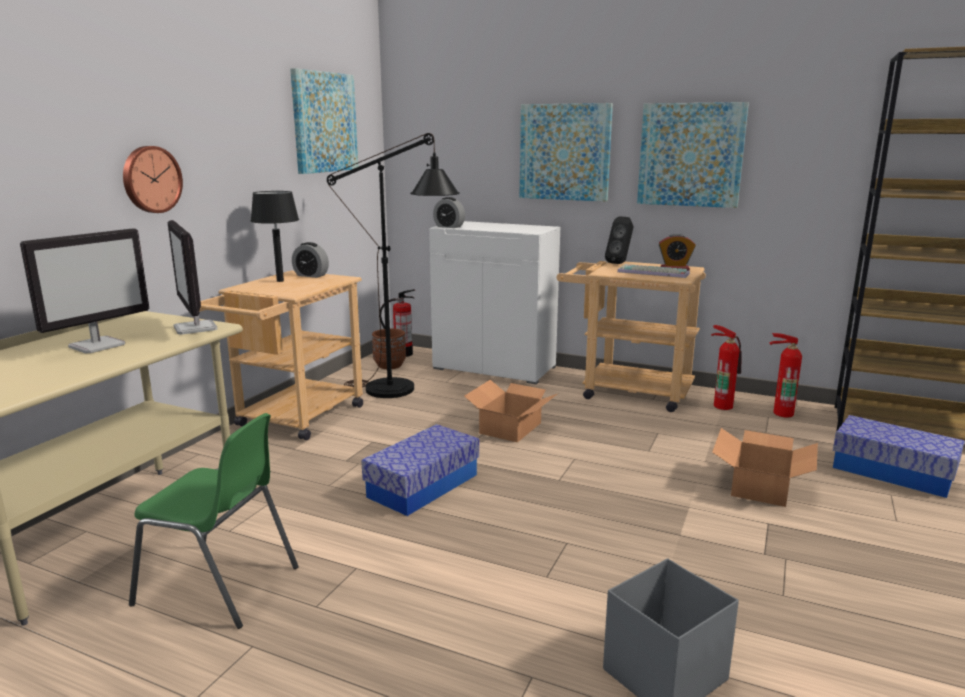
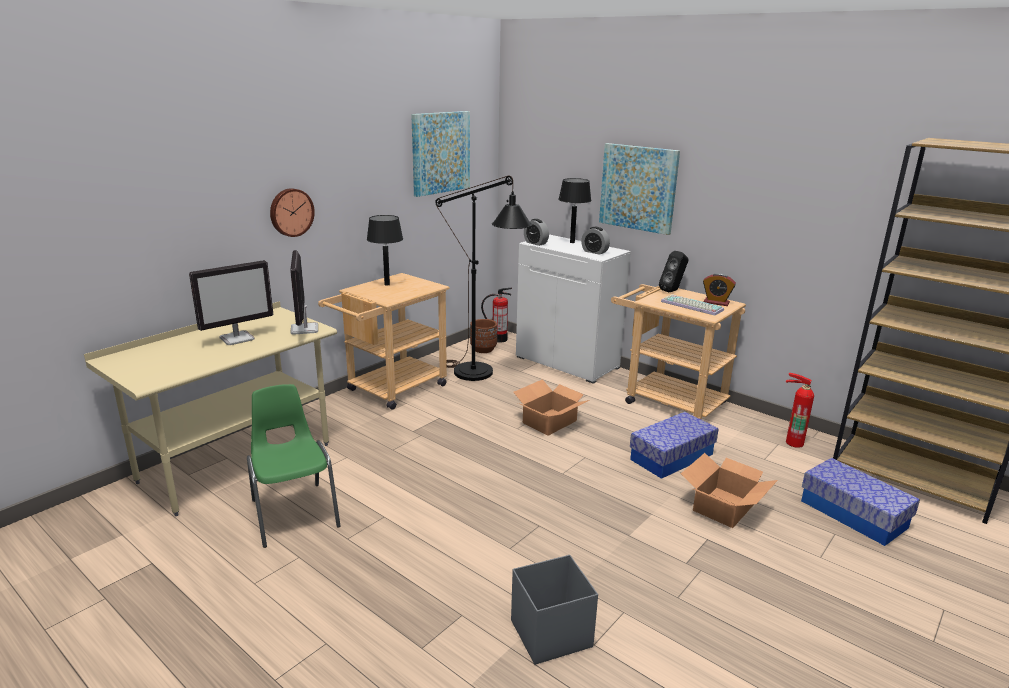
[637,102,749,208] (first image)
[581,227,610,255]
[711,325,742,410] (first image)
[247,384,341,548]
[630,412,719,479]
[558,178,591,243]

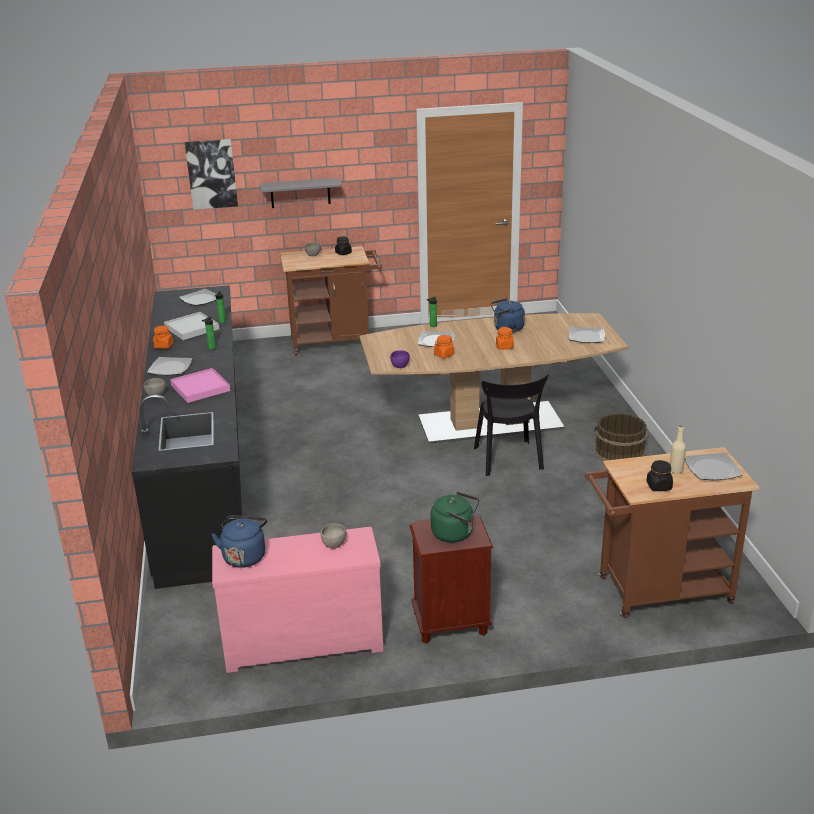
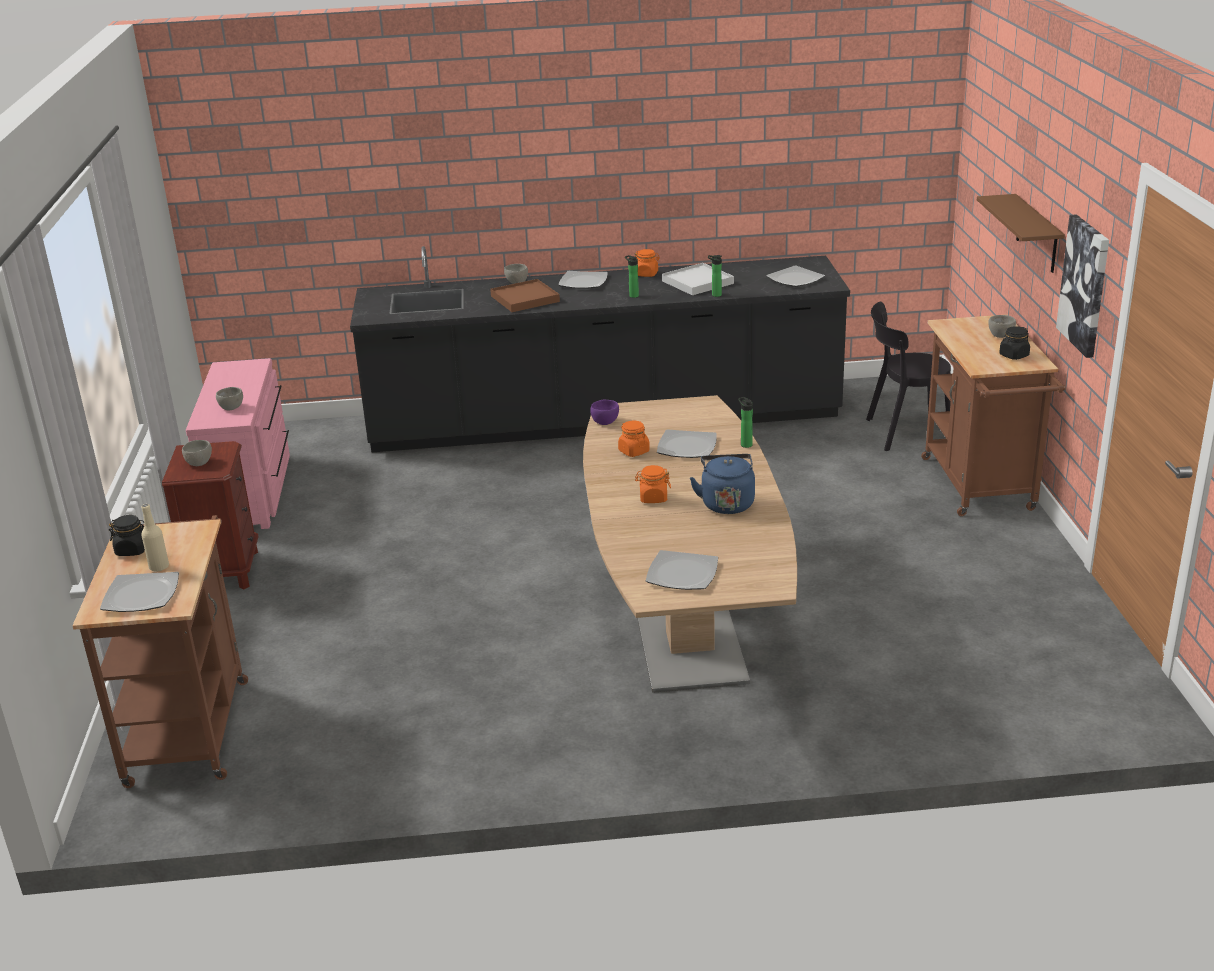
[1056,214,1109,358]
[977,194,1065,273]
[490,279,560,312]
[866,302,951,451]
[594,413,647,461] (first image)
[182,440,212,466]
[211,515,267,568] (first image)

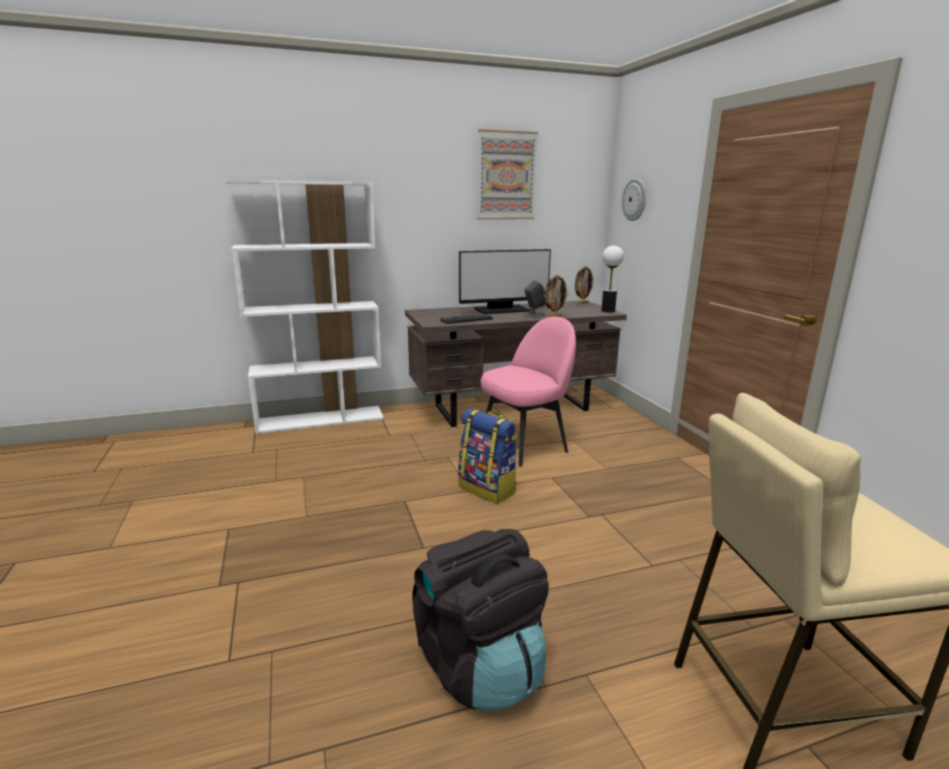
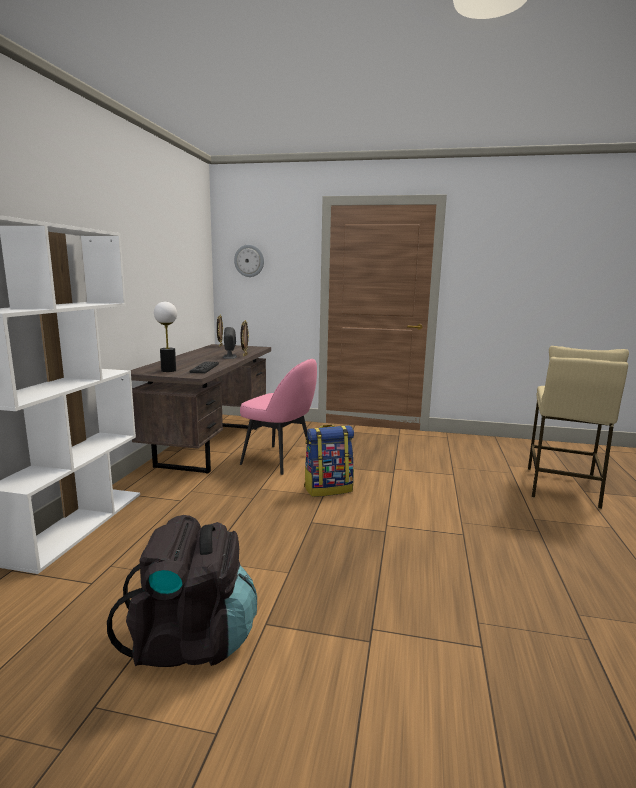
[477,129,538,220] (first image)
[154,301,177,372]
[459,249,551,314] (first image)
[240,359,317,475]
[107,515,257,667]

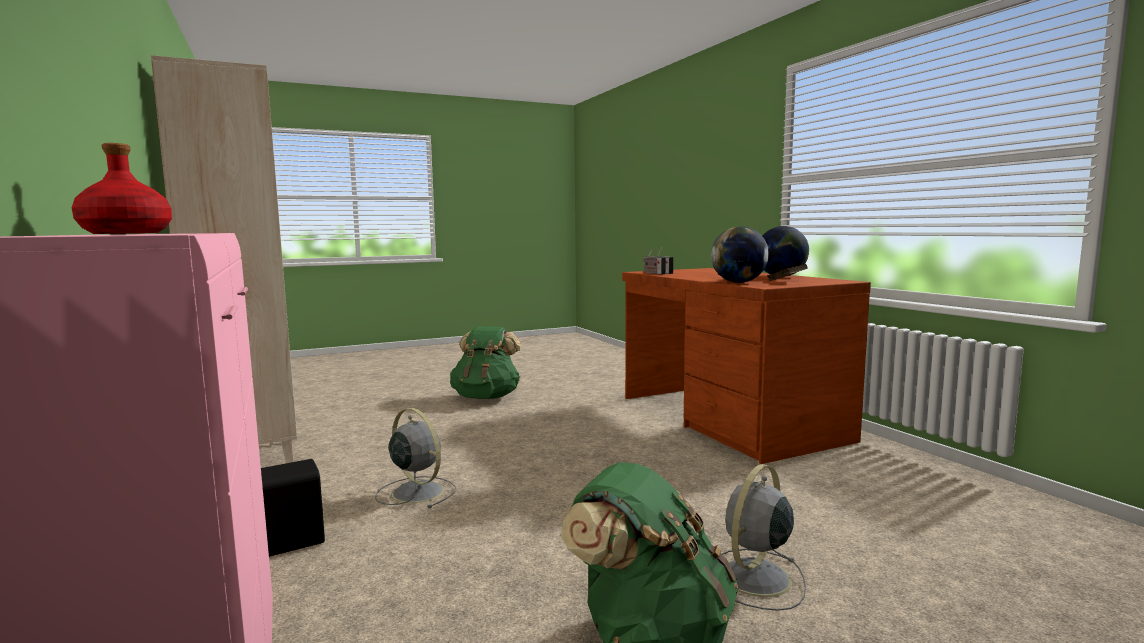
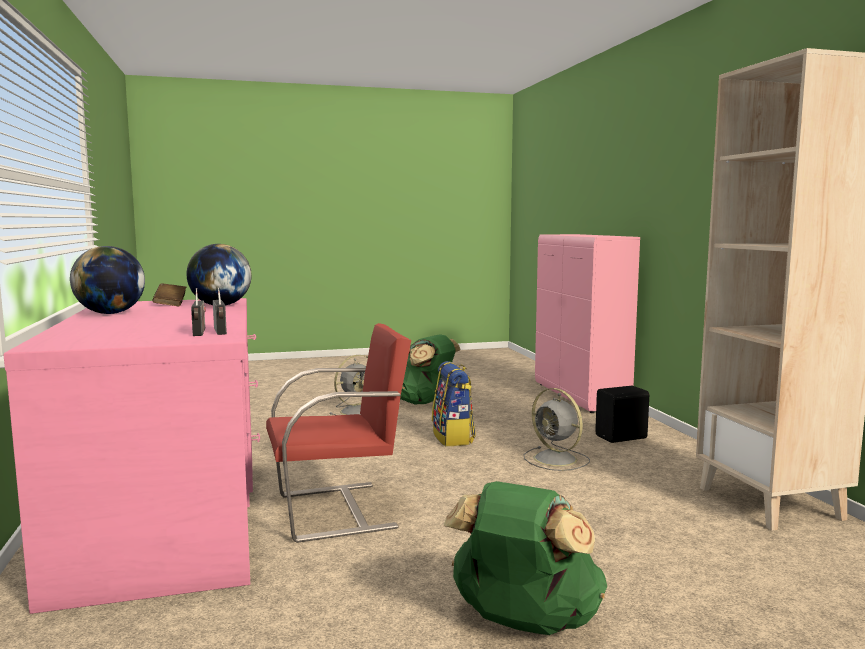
[72,143,172,234] (first image)
[3,298,260,614]
[266,323,411,543]
[432,361,476,446]

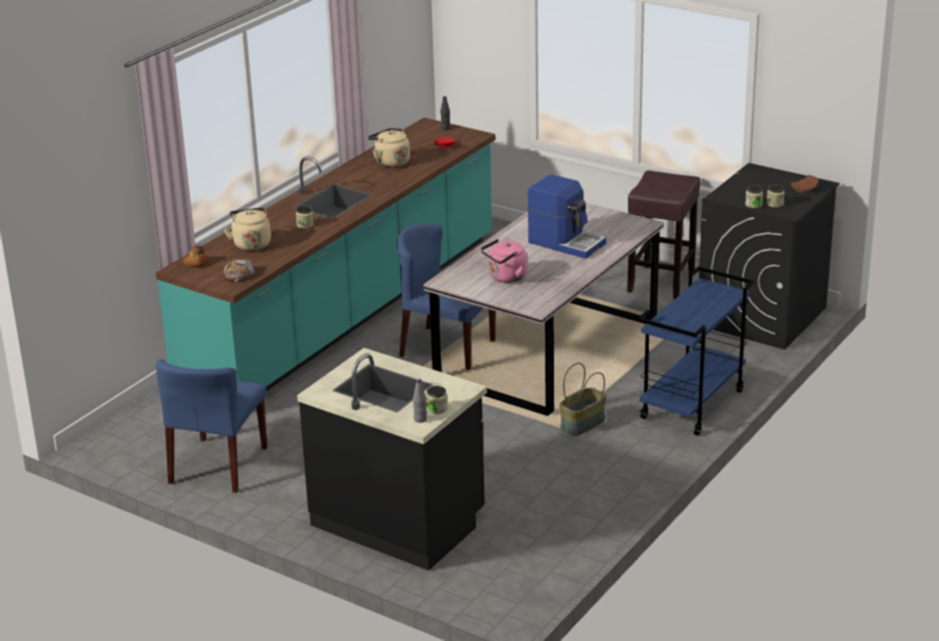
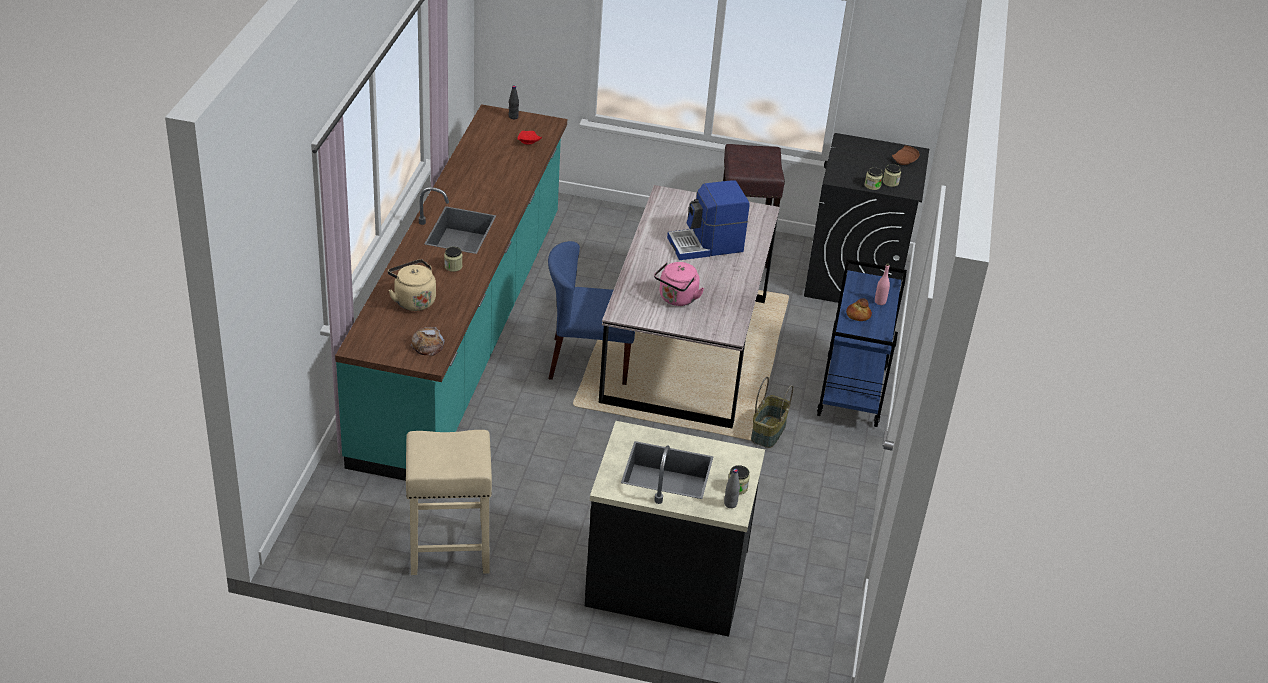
[368,128,410,167] (first image)
[667,180,749,260]
[846,298,872,321]
[406,430,492,575]
[875,263,890,305]

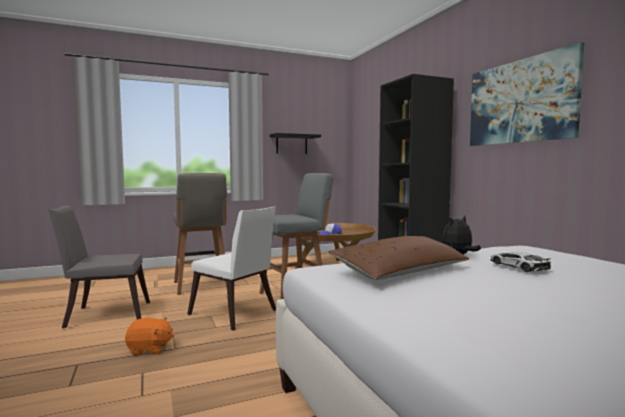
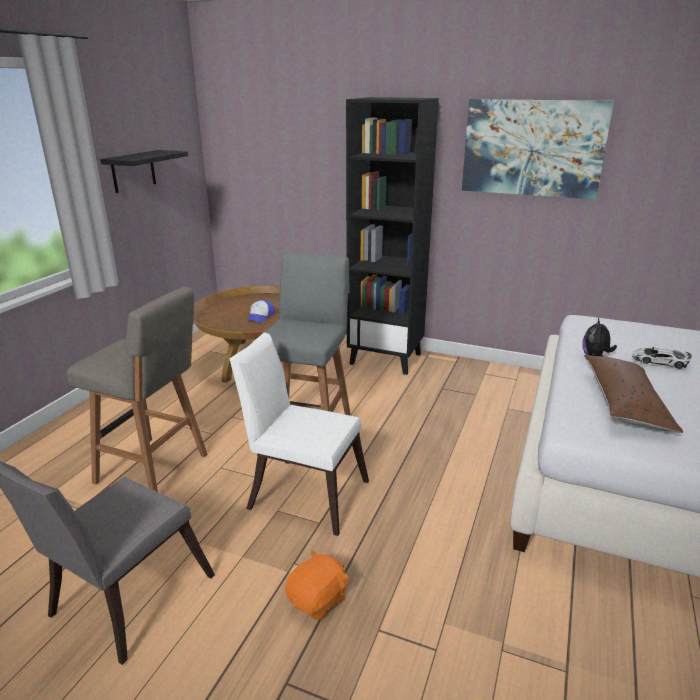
[229,332,369,536]

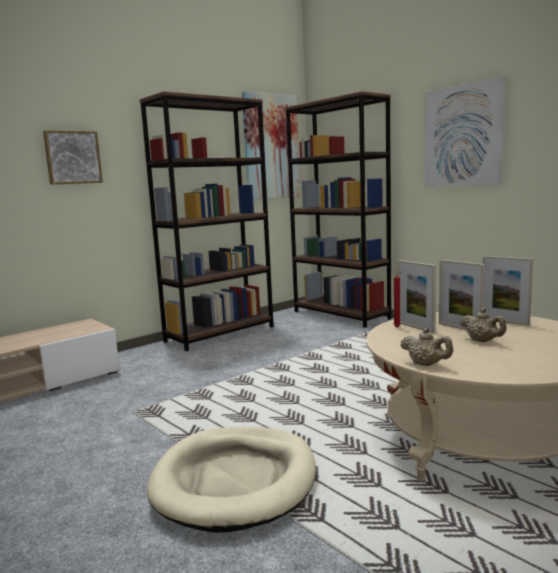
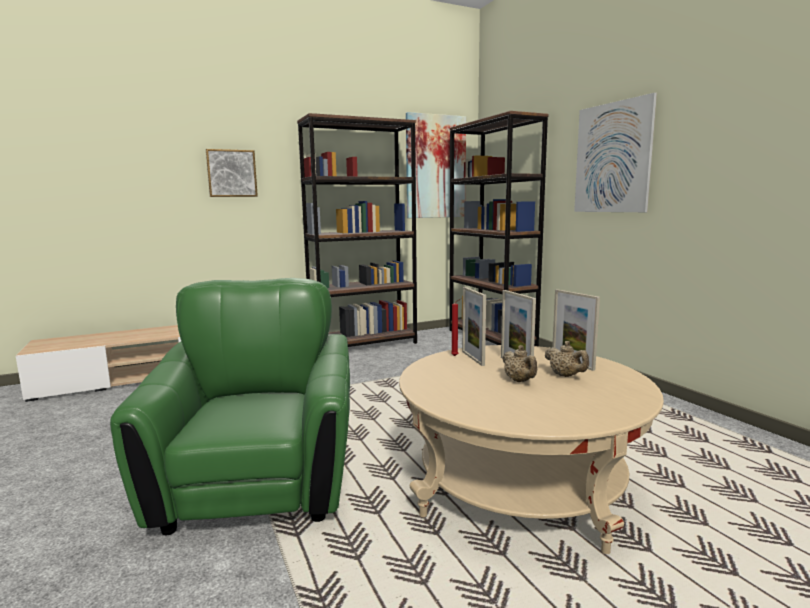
[545,341,589,377]
[110,278,350,535]

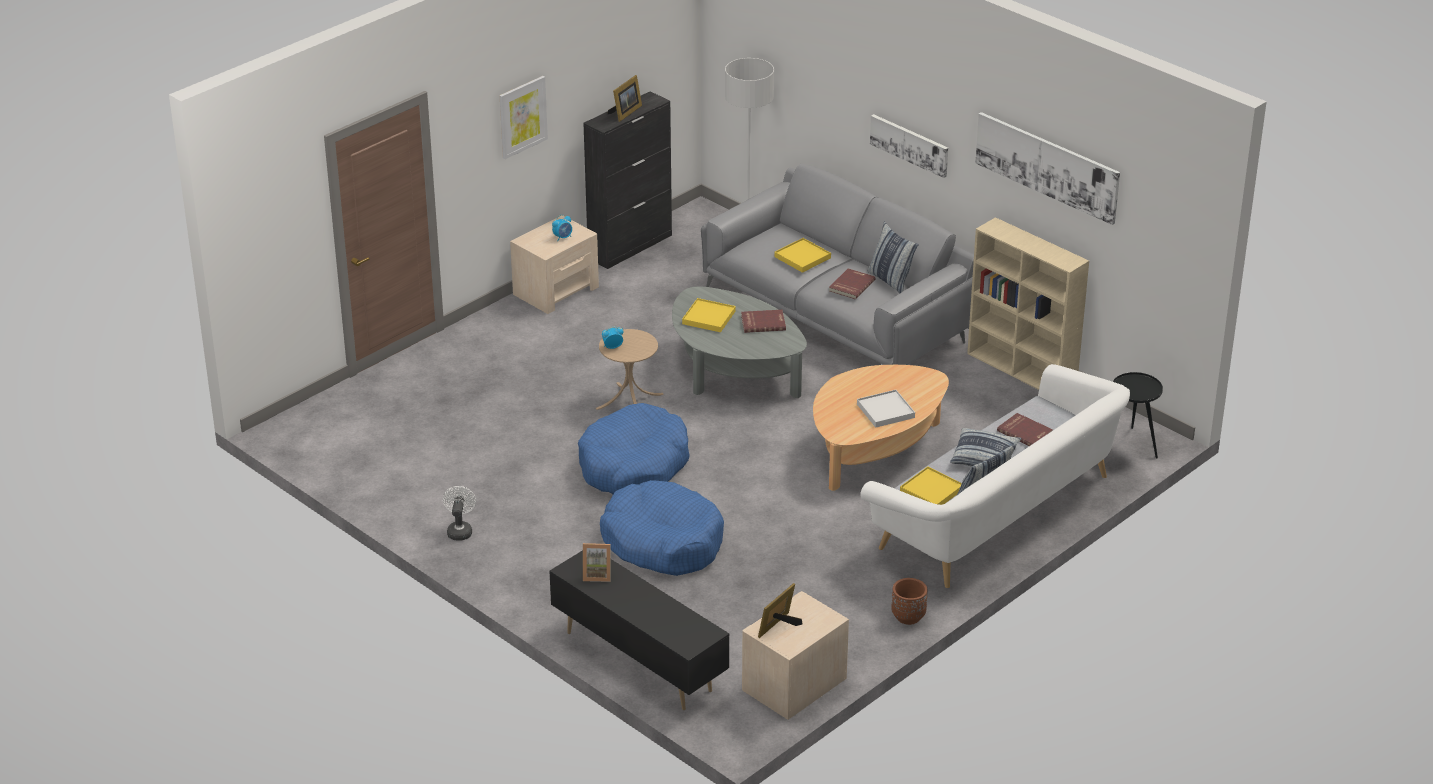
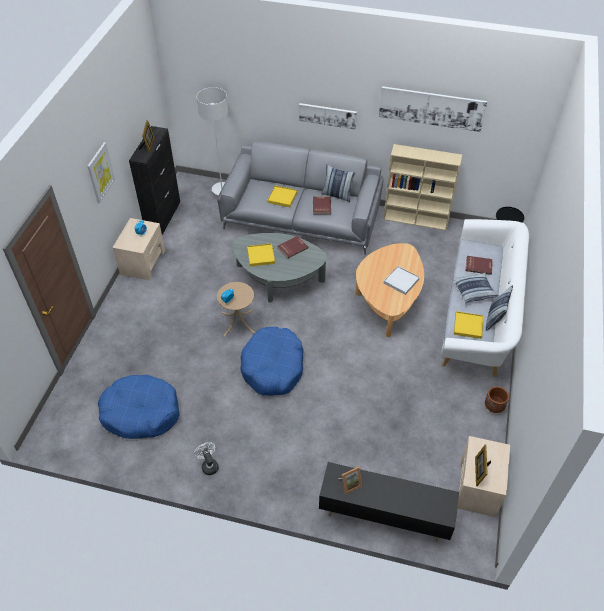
[98,375,180,439]

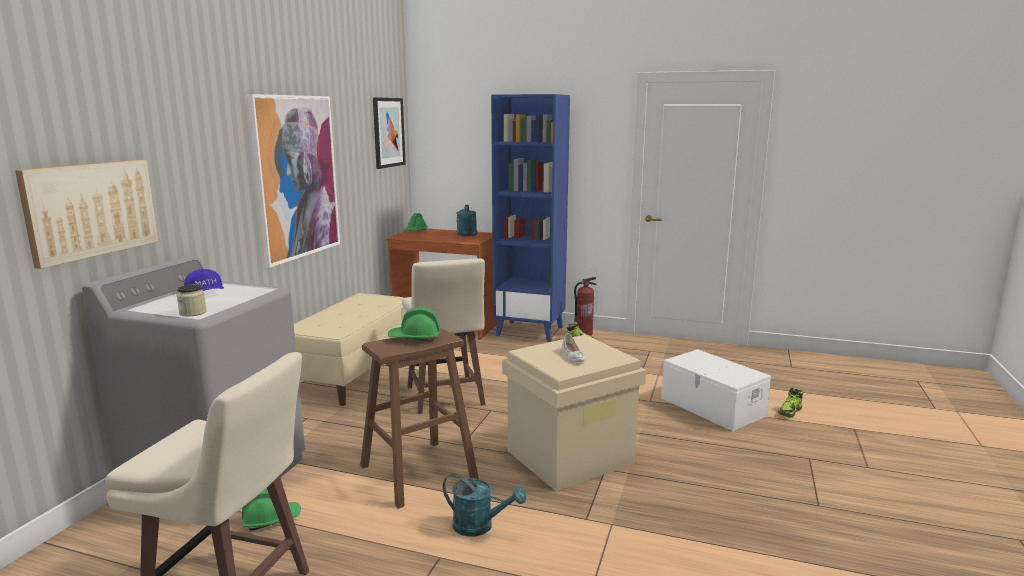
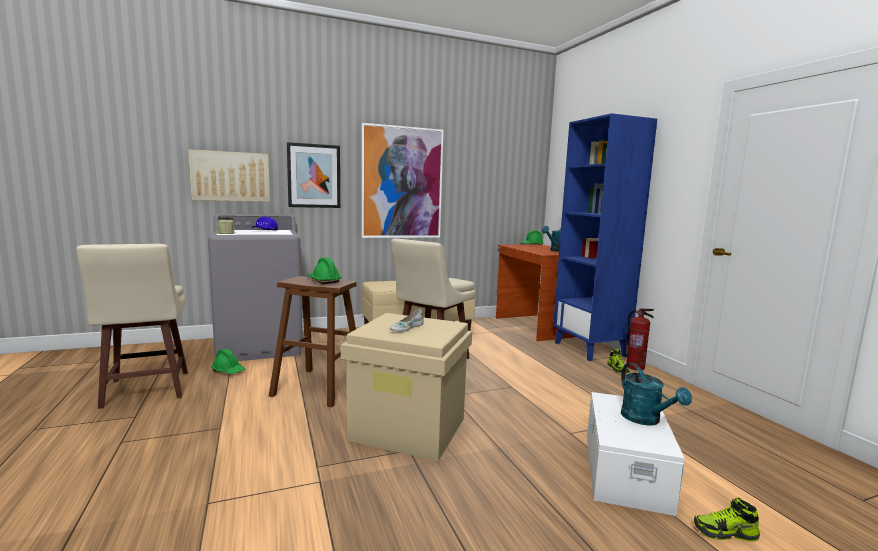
[287,142,340,208]
[621,363,692,425]

